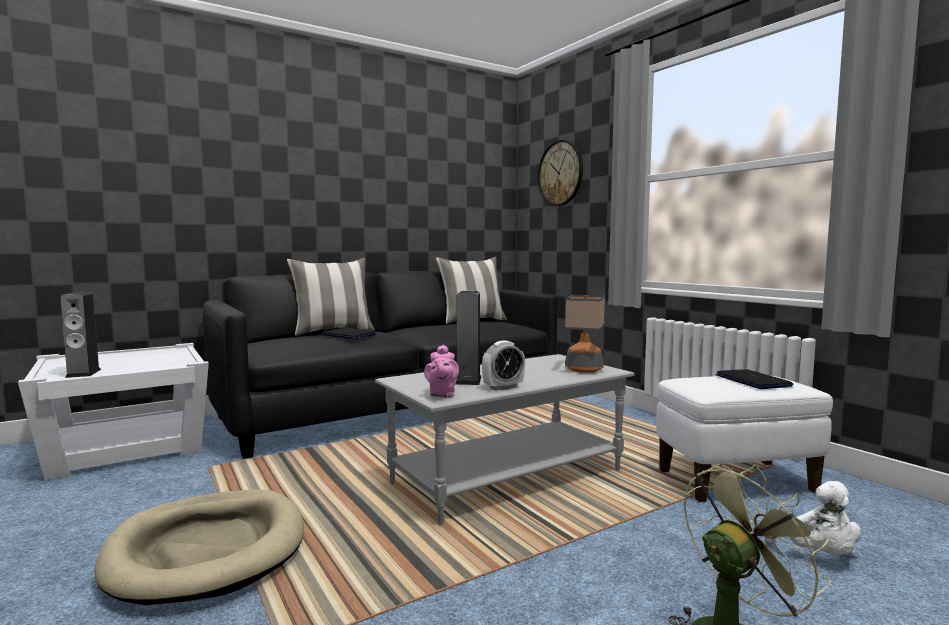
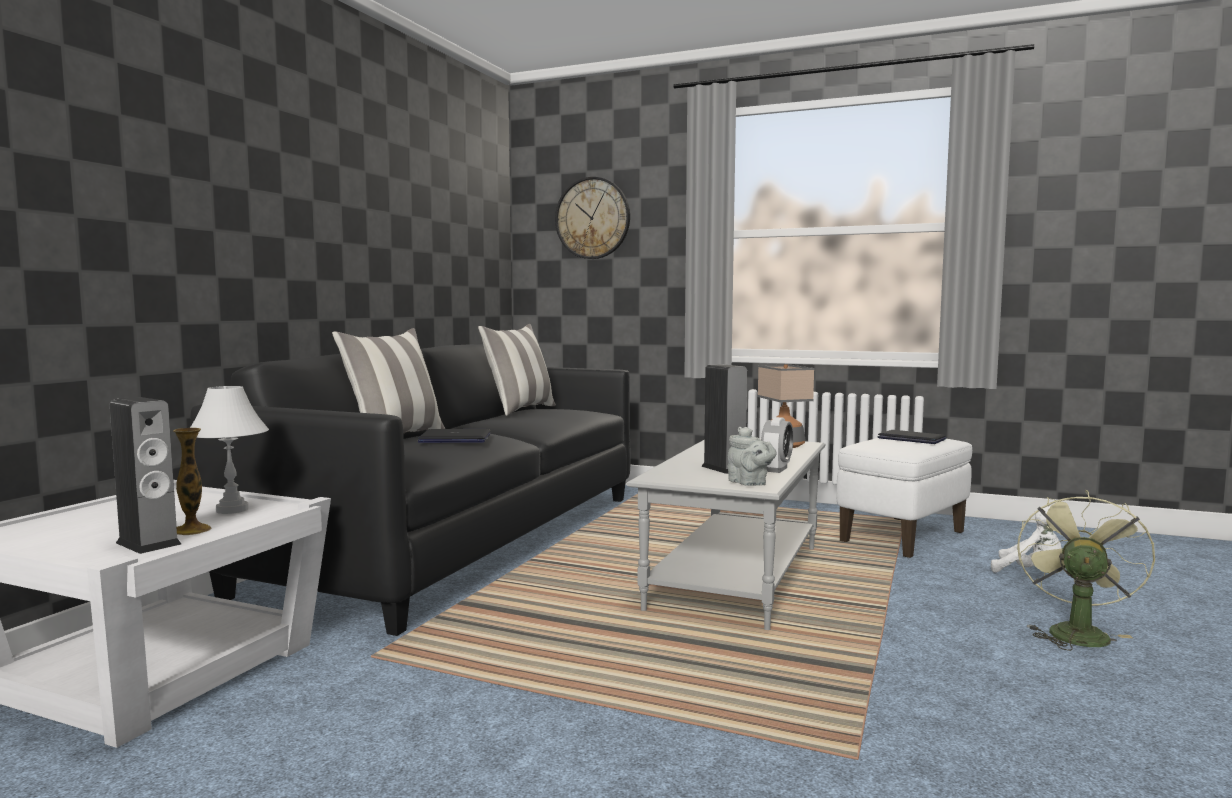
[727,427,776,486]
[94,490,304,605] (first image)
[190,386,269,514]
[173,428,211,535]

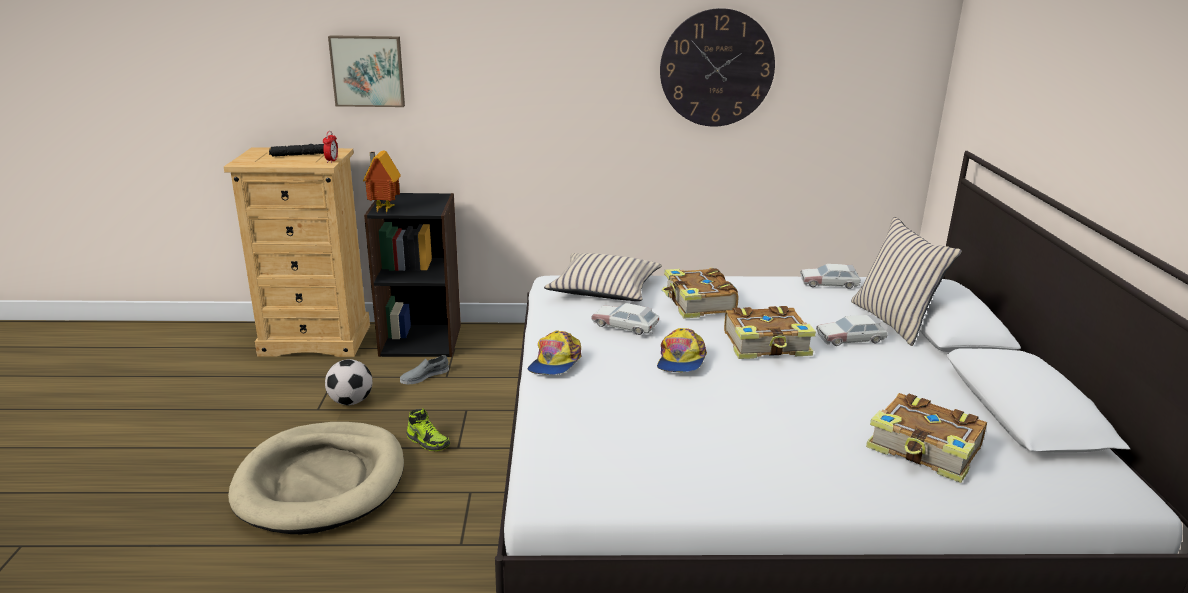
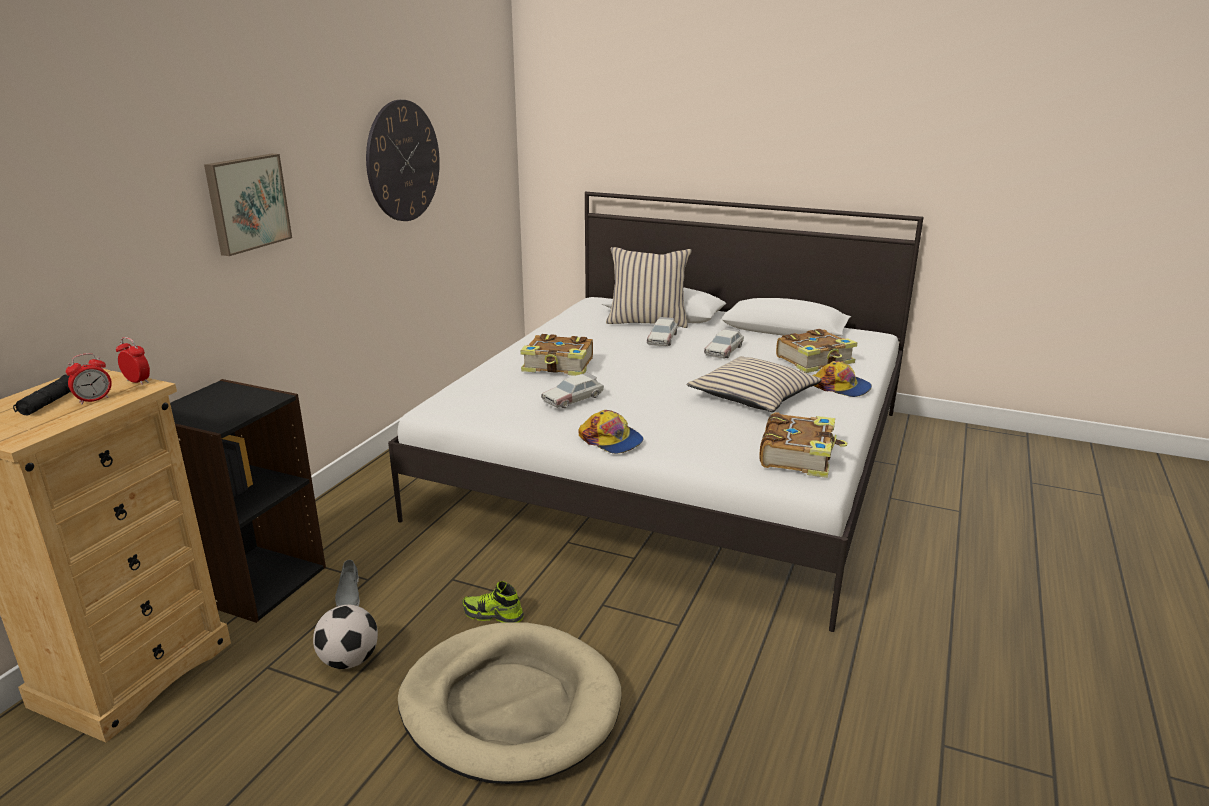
[204,154,292,256]
[363,150,401,213] (first image)
[687,356,822,412]
[704,328,744,359]
[759,412,848,478]
[812,361,872,397]
[462,581,524,622]
[66,353,112,405]

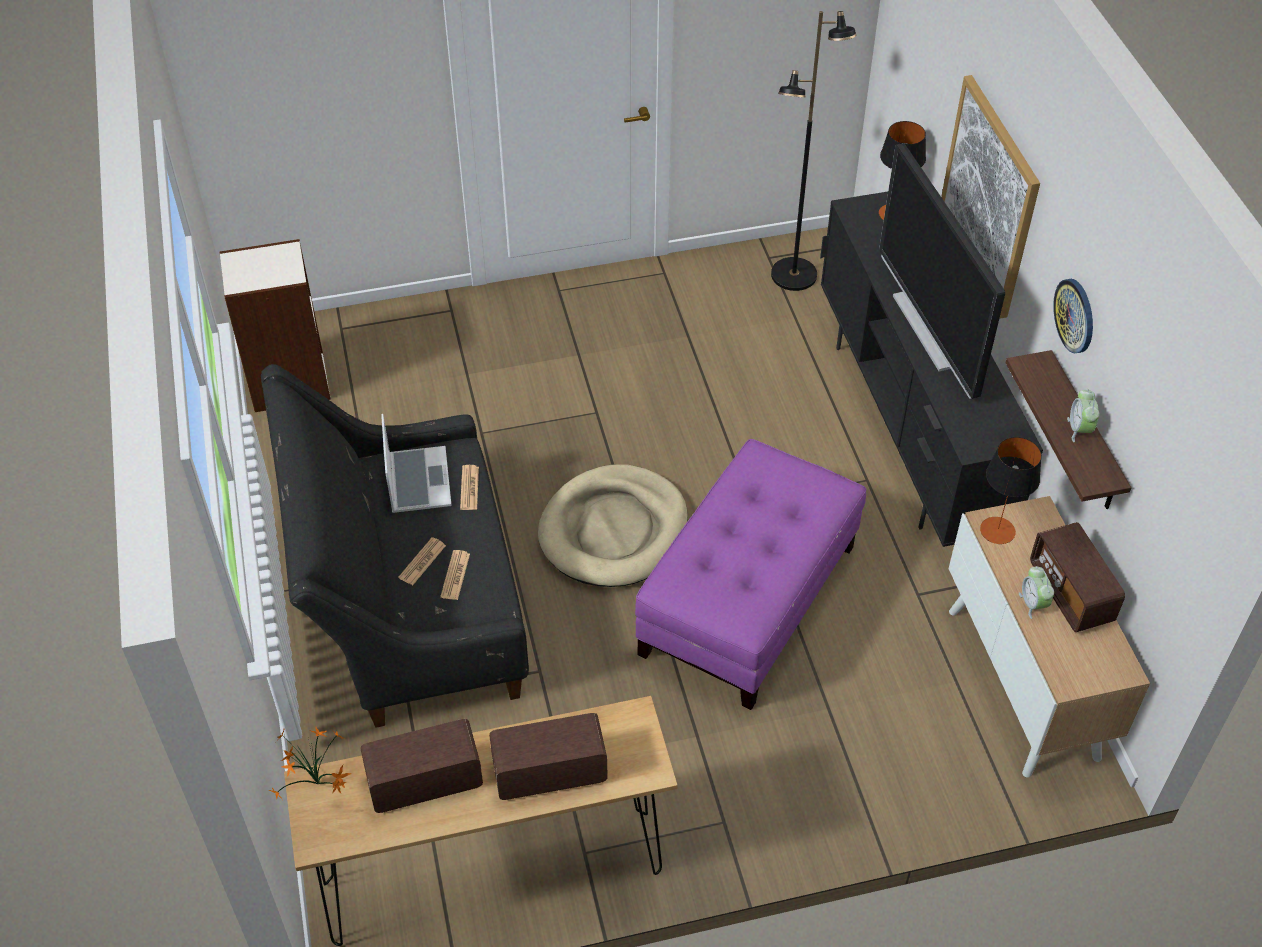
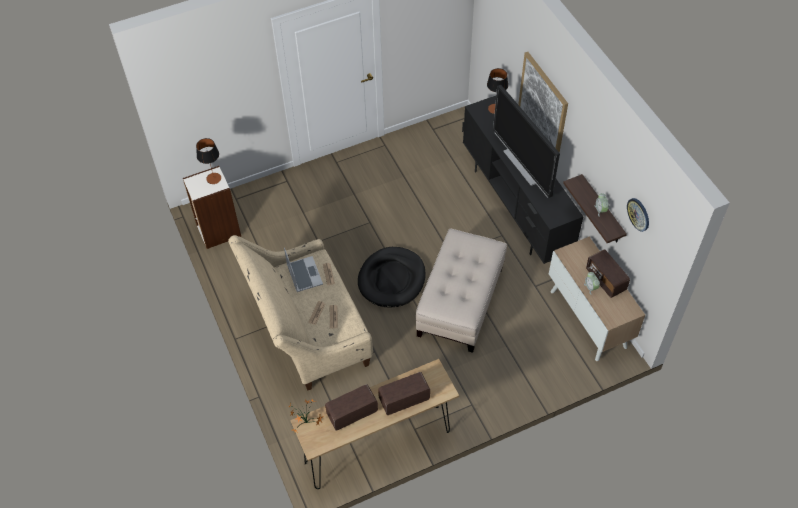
[771,11,857,291] (first image)
[627,198,649,232]
[228,235,373,391]
[196,138,221,184]
[416,228,507,353]
[358,247,426,307]

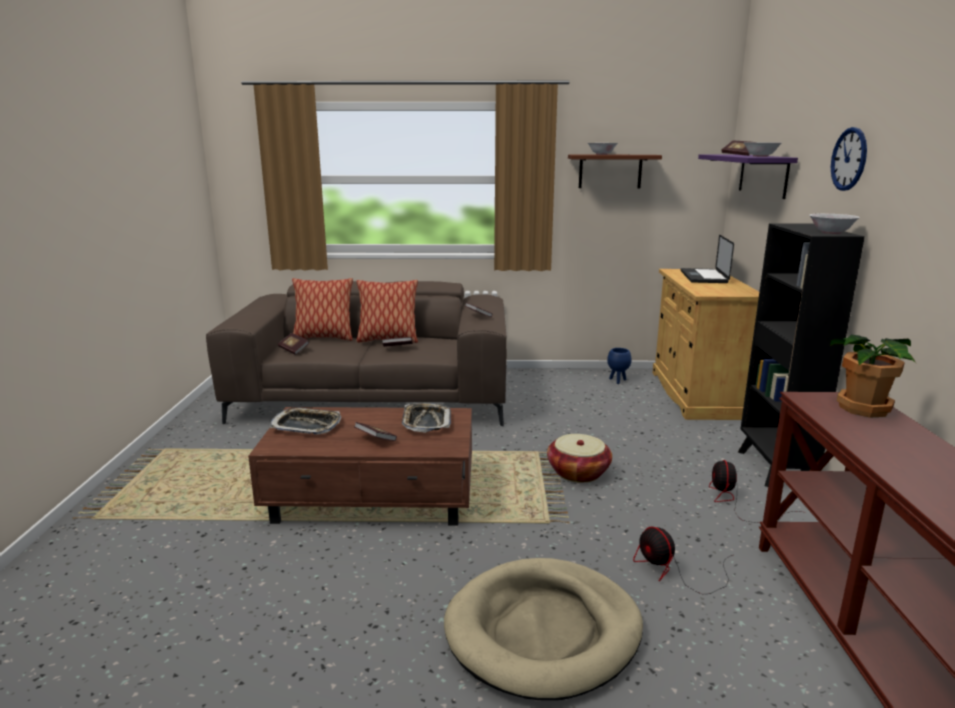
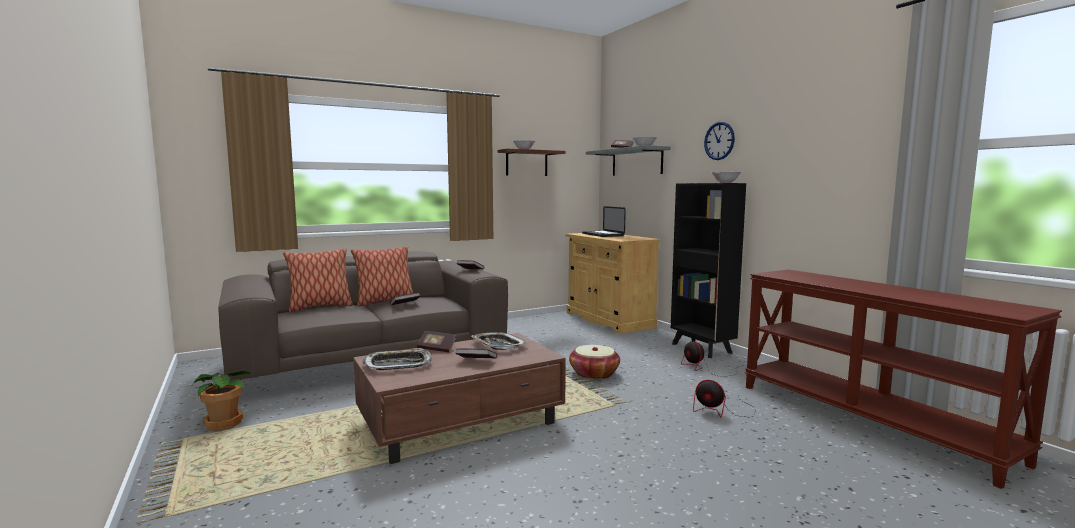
[586,145,671,176]
[417,331,456,352]
[194,371,252,431]
[607,348,632,384] (first image)
[444,558,643,700] (first image)

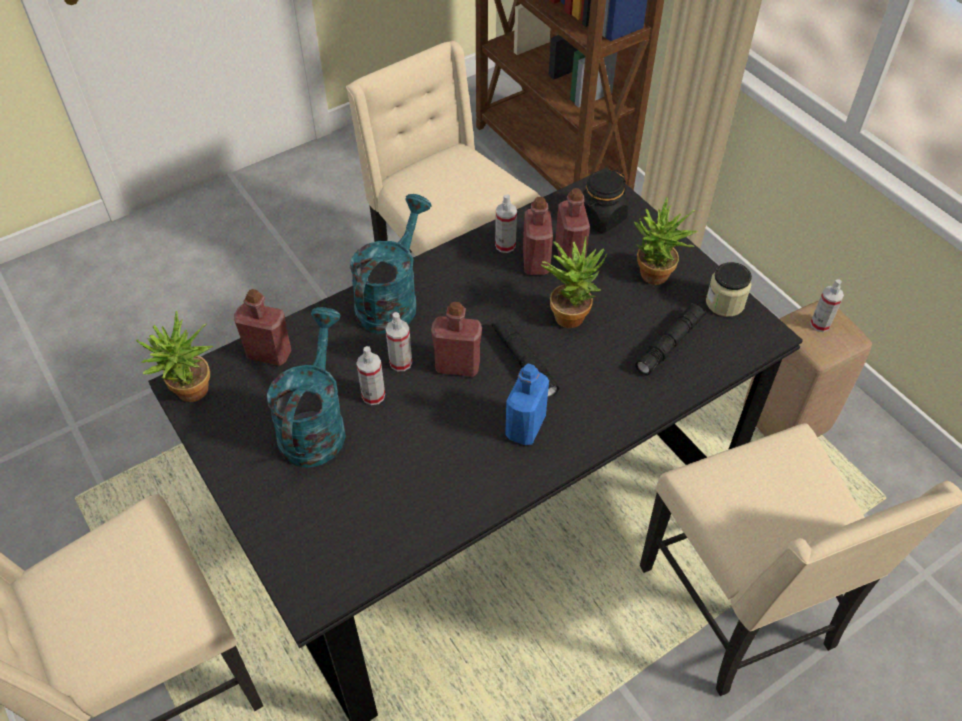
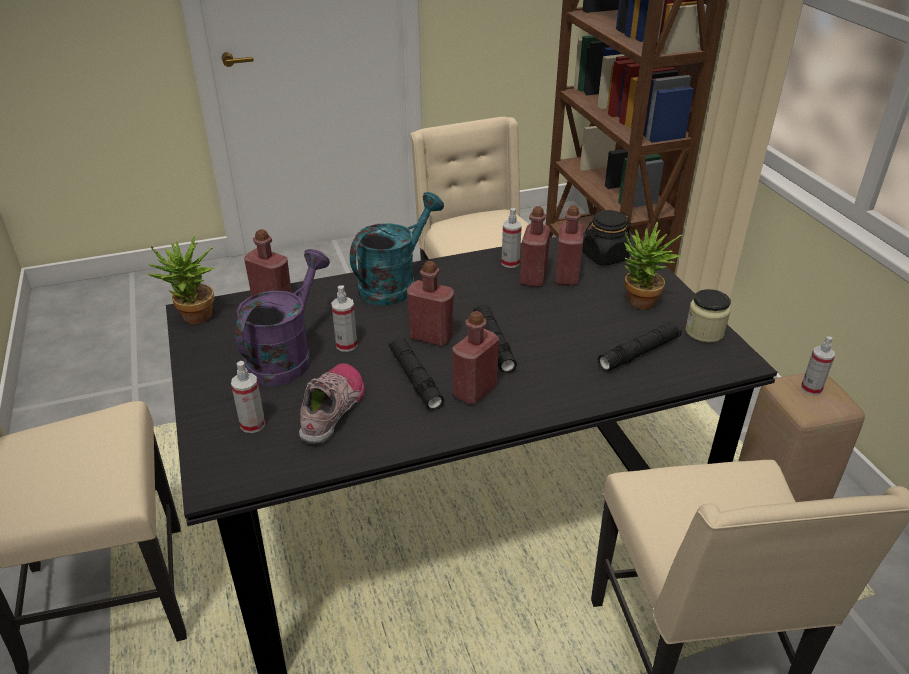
[541,236,607,328] (first image)
[235,249,330,386]
[231,361,265,433]
[452,311,499,404]
[389,338,444,410]
[299,363,365,445]

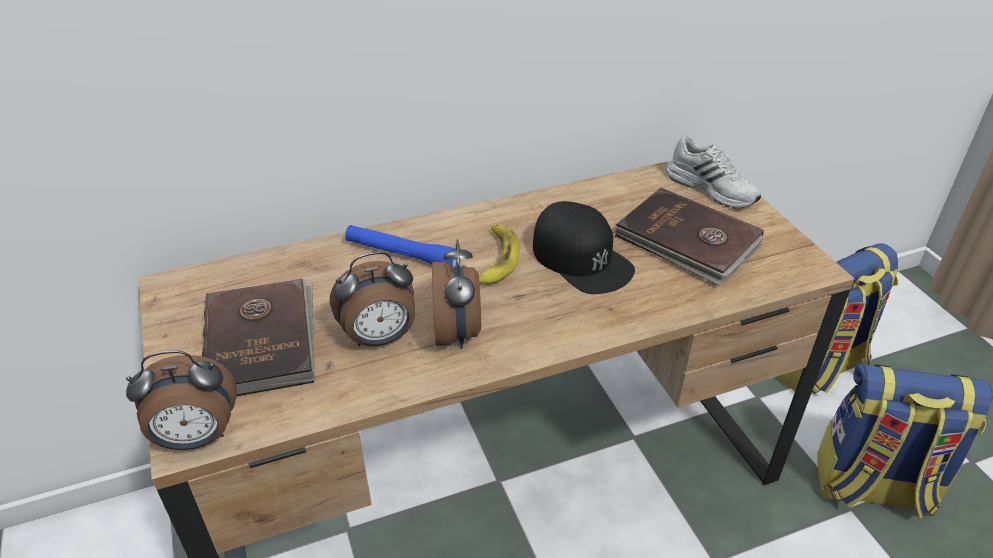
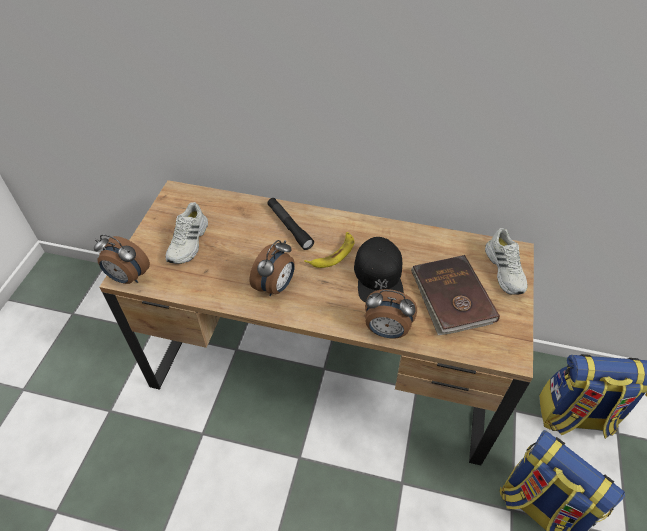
[267,198,314,250]
[365,289,417,338]
[166,202,208,264]

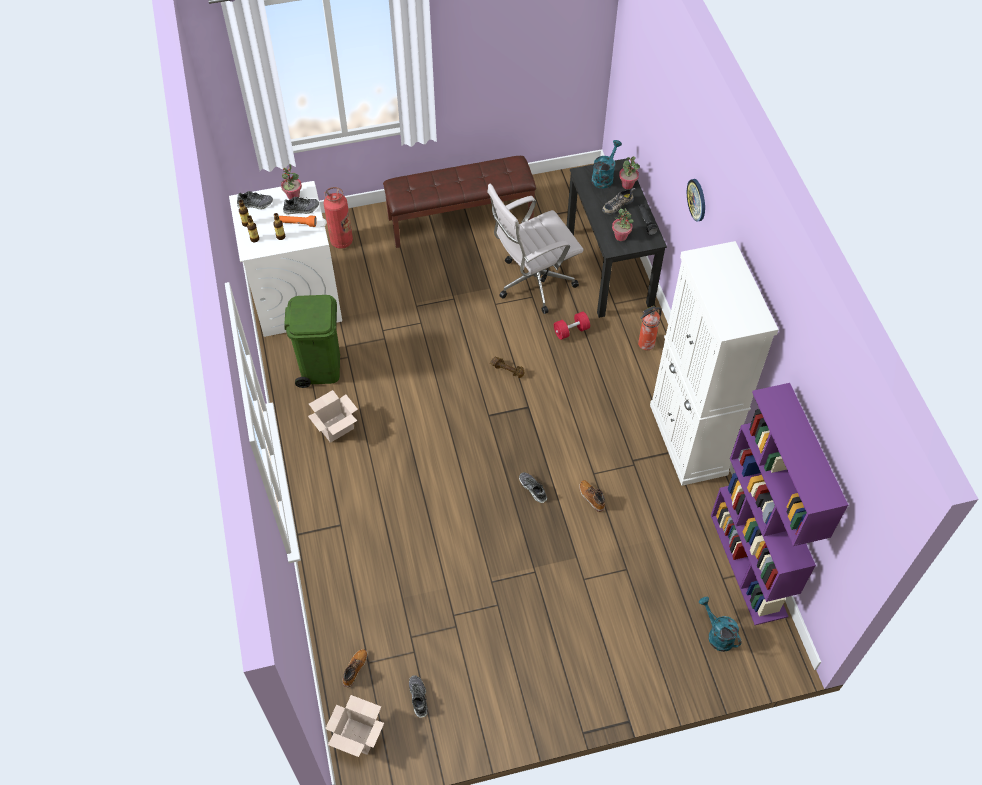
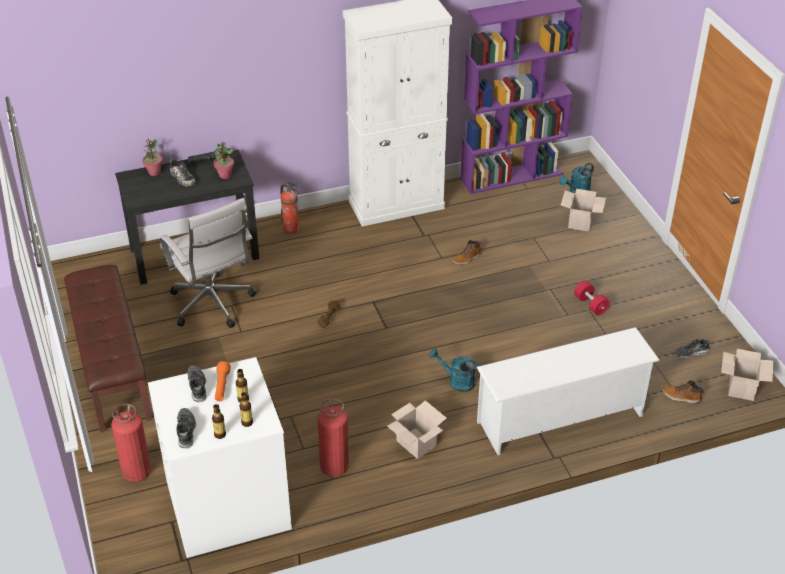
[429,348,481,392]
[281,164,302,200] (first image)
[687,179,705,222] (first image)
[318,398,349,477]
[574,281,610,315]
[519,472,547,503] (first image)
[561,189,606,232]
[477,327,660,455]

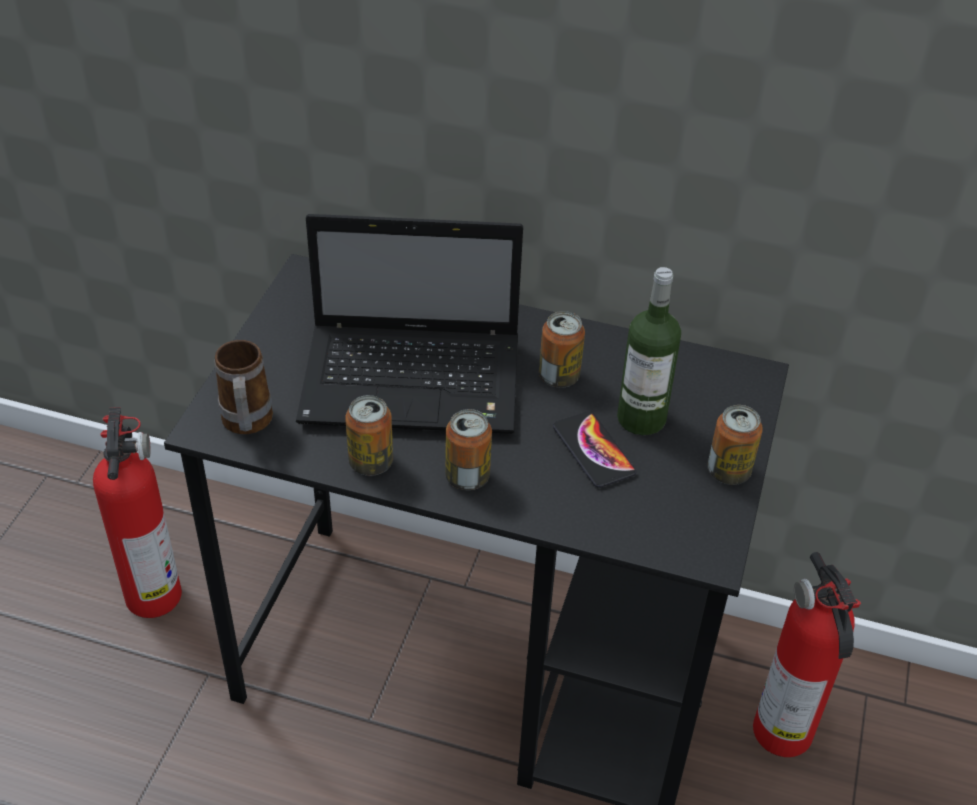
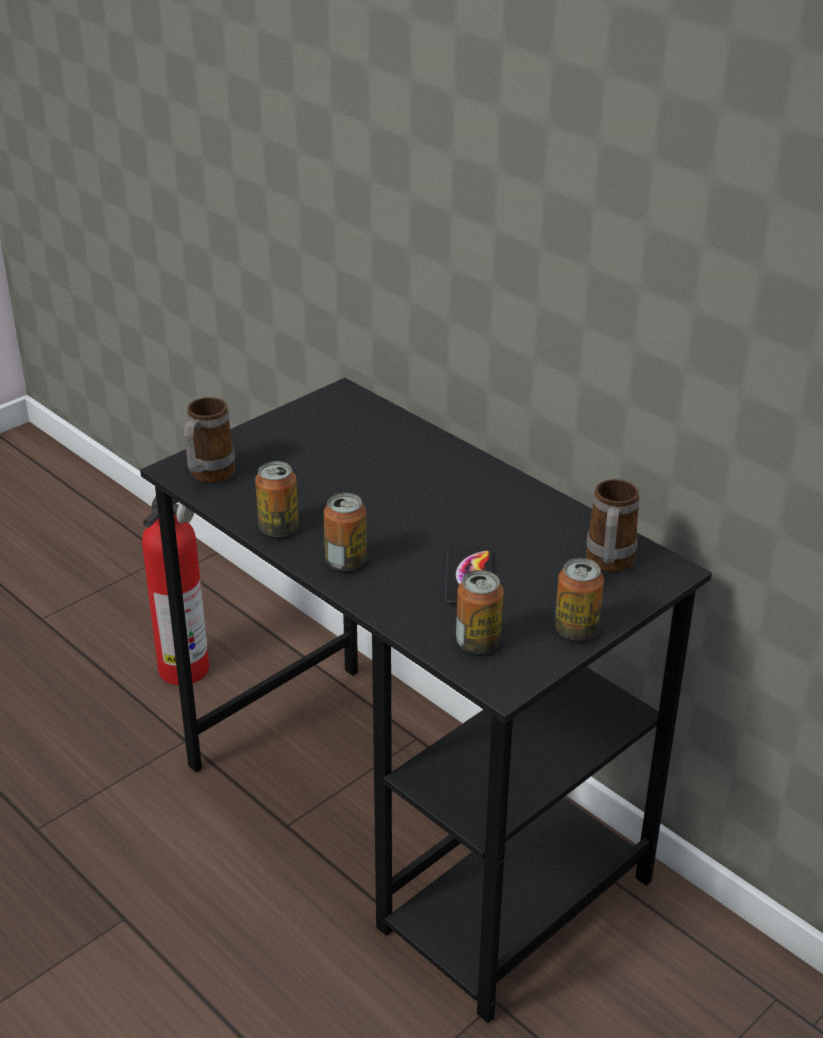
[296,214,523,434] (first image)
[617,267,681,435] (first image)
[456,570,504,654]
[753,552,861,757] (first image)
[586,479,639,572]

